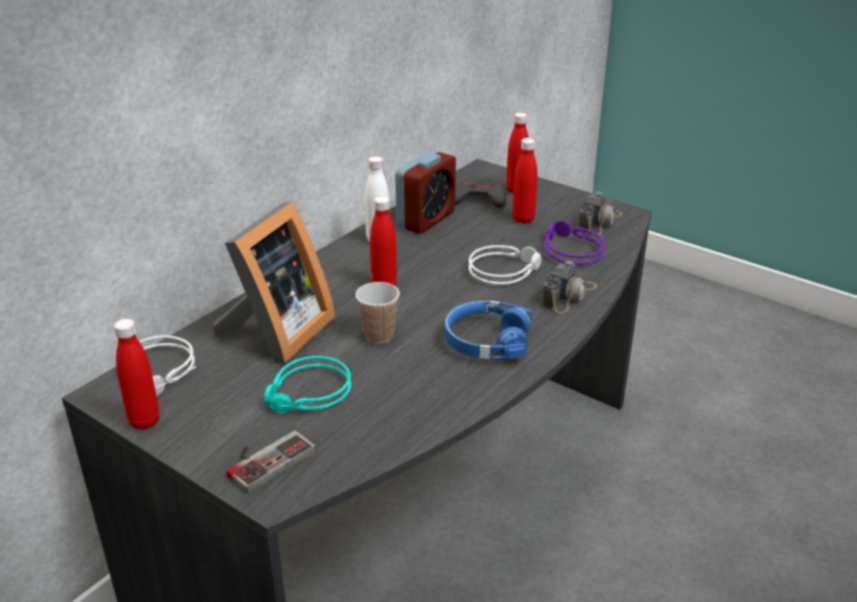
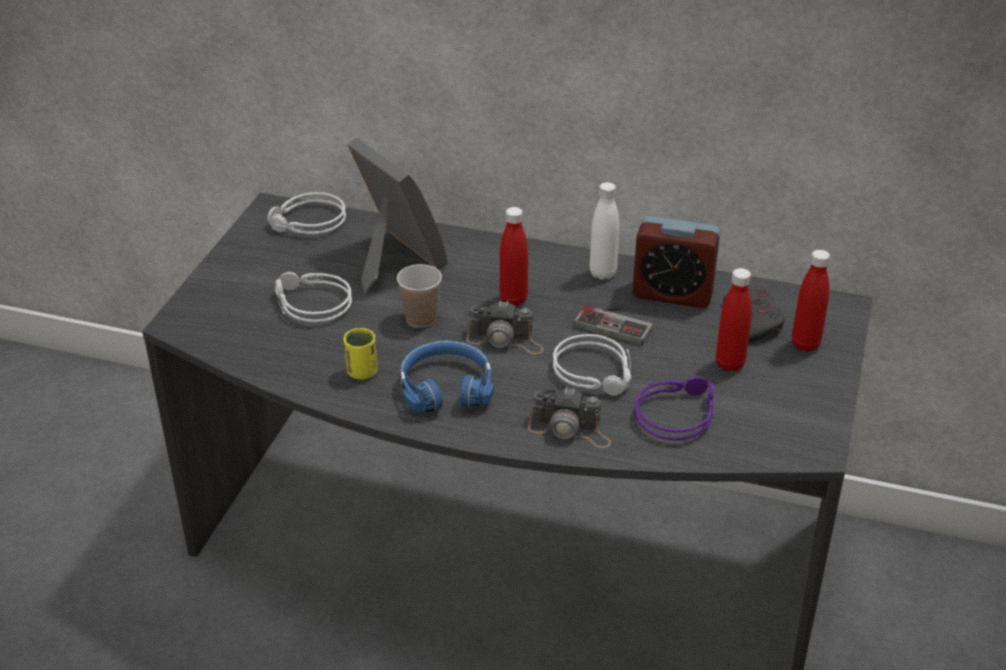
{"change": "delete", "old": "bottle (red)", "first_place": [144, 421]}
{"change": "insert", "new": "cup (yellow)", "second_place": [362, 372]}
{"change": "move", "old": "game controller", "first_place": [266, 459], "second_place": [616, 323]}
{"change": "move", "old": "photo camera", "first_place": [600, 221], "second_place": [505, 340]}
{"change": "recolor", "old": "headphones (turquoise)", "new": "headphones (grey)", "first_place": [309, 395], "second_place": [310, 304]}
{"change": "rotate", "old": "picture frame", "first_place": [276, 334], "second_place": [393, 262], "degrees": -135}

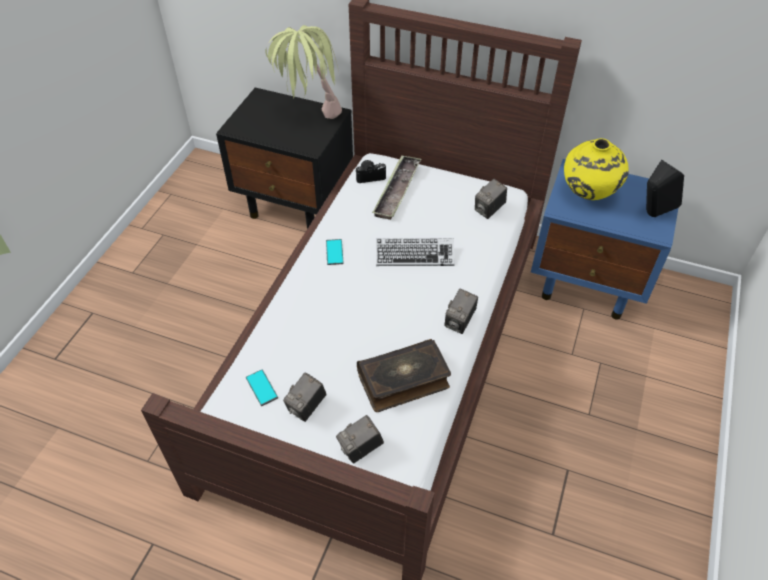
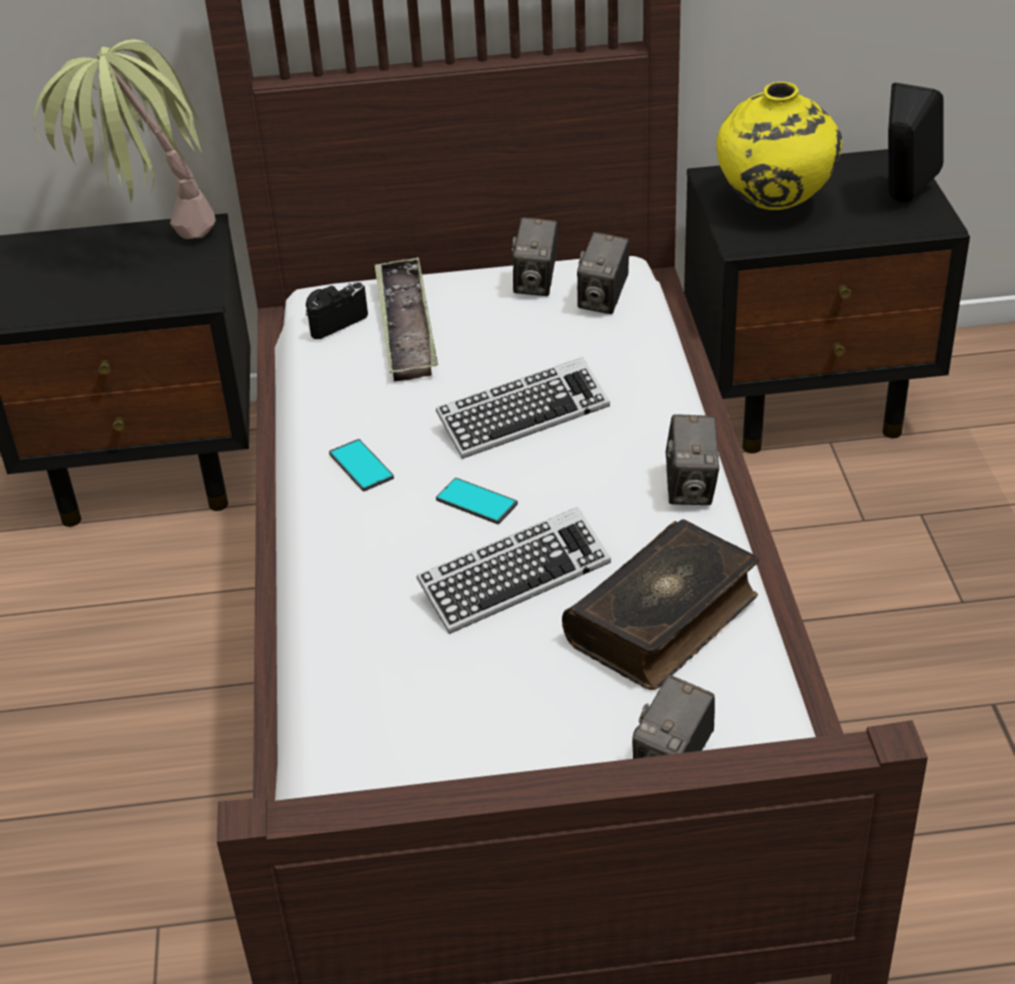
{"change": "insert", "new": "keyboard", "second_place": [514, 578]}
{"change": "move", "old": "phone", "first_place": [262, 388], "second_place": [476, 502]}
{"change": "move", "old": "photo camera", "first_place": [307, 407], "second_place": [536, 283]}
{"change": "recolor", "old": "nightstand (blue)", "new": "nightstand (black)", "first_place": [588, 283], "second_place": [808, 400]}

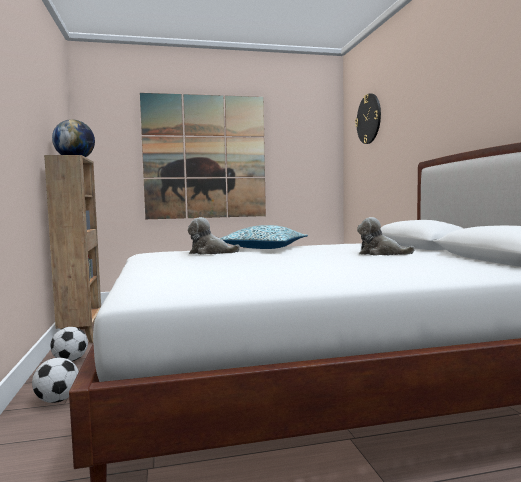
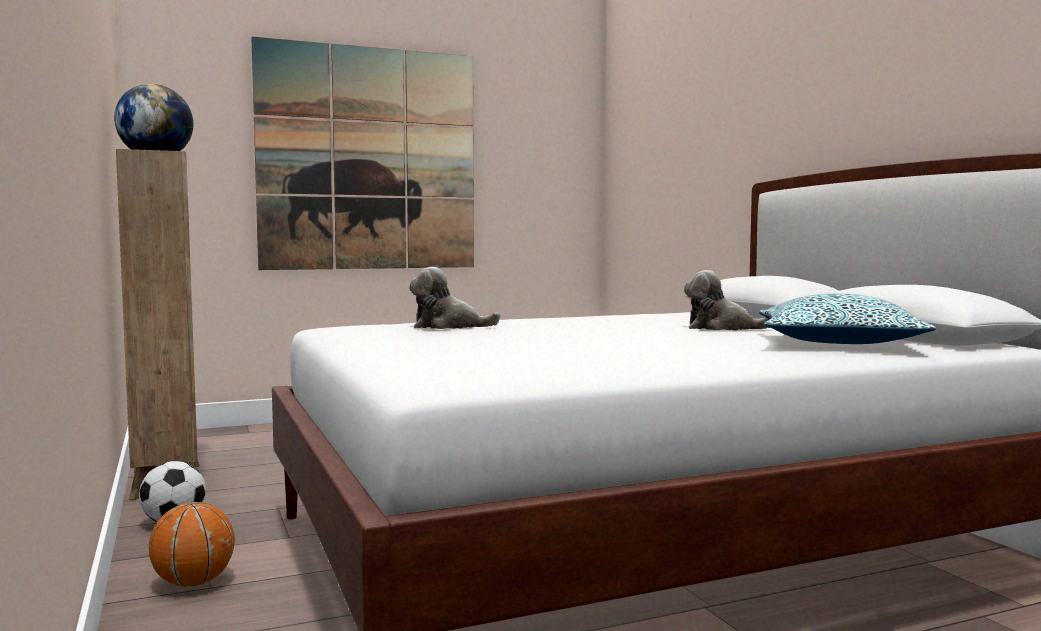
{"change": "delete", "old": "wall clock", "first_place": [369, 119]}
{"change": "move", "old": "pillow", "first_place": [263, 249], "second_place": [838, 344]}
{"change": "replace", "old": "football", "new": "basketball", "first_place": [57, 400], "second_place": [193, 583]}

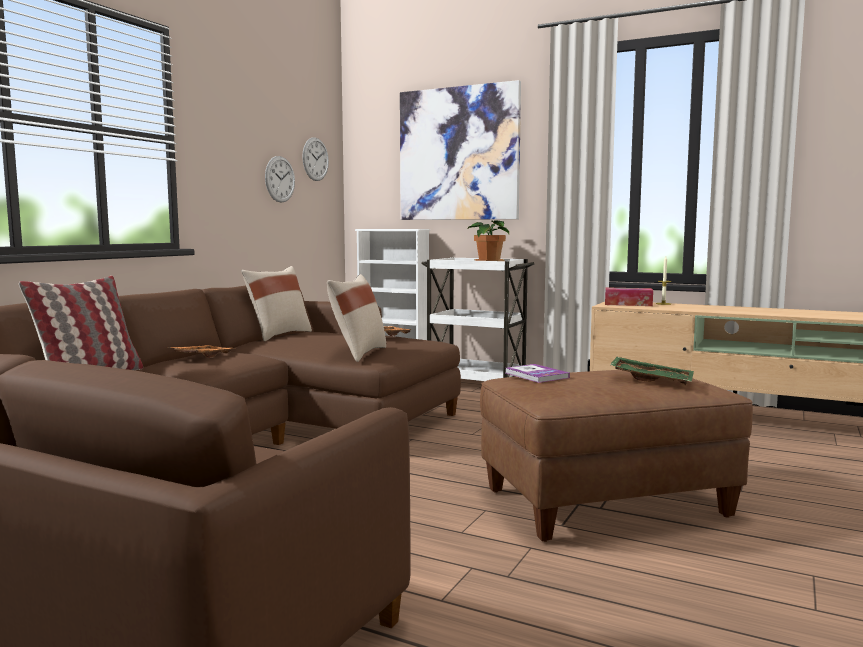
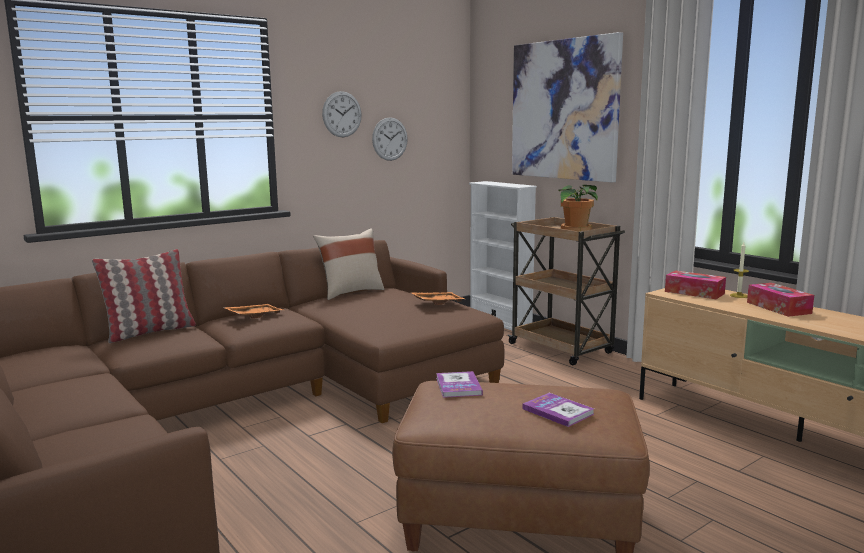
{"change": "delete", "old": "pillow (beige)", "first_place": [358, 353]}
{"change": "insert", "new": "tissue box", "second_place": [778, 308]}
{"change": "move", "old": "wall clock", "first_place": [315, 159], "second_place": [342, 114]}
{"change": "replace", "old": "tray (green)", "new": "book", "first_place": [651, 379], "second_place": [558, 411]}
{"change": "recolor", "old": "cart (white)", "new": "cart (brown)", "first_place": [476, 384], "second_place": [562, 349]}

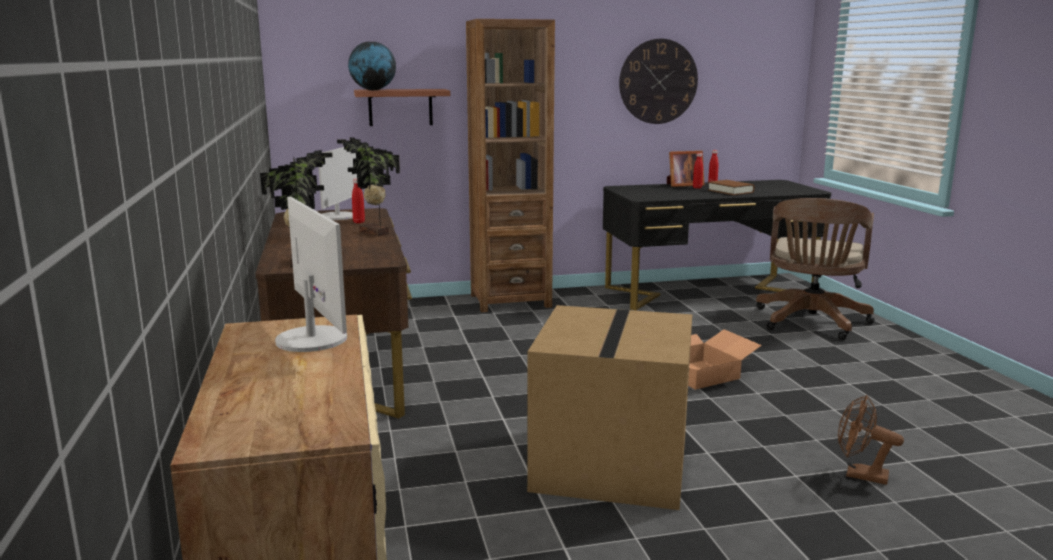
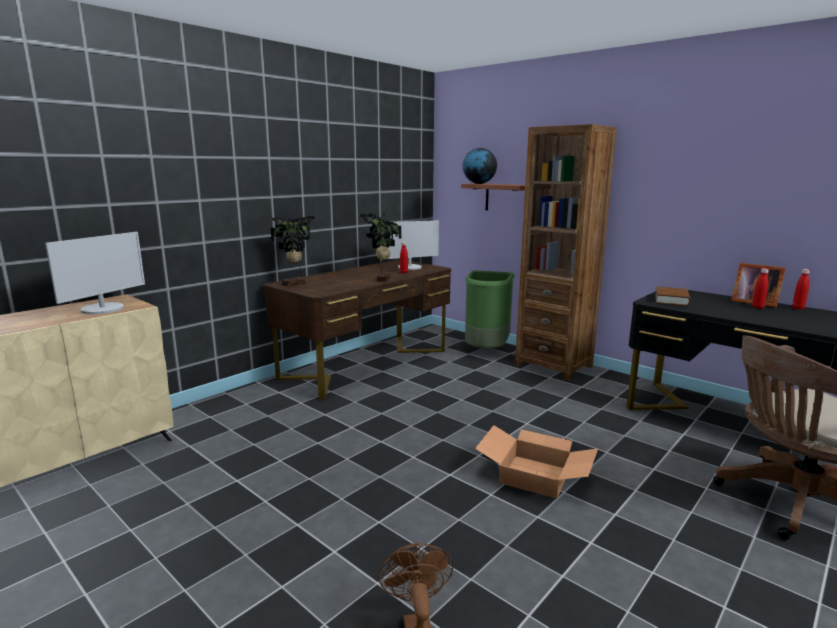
{"change": "delete", "old": "cardboard box", "first_place": [609, 462]}
{"change": "delete", "old": "wall clock", "first_place": [658, 81]}
{"change": "insert", "new": "trash can (green)", "second_place": [486, 351]}
{"change": "move", "old": "book (brown)", "first_place": [730, 191], "second_place": [671, 300]}

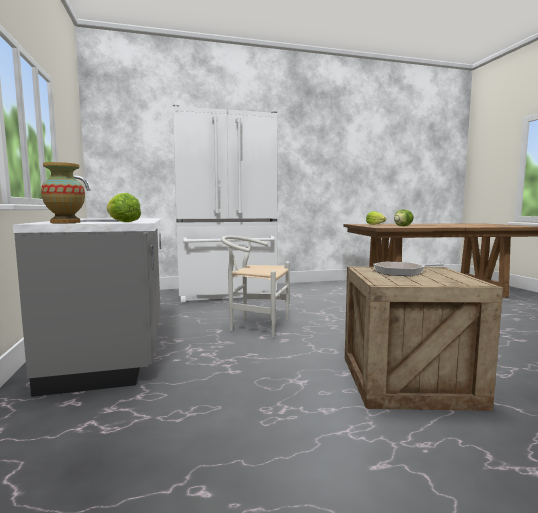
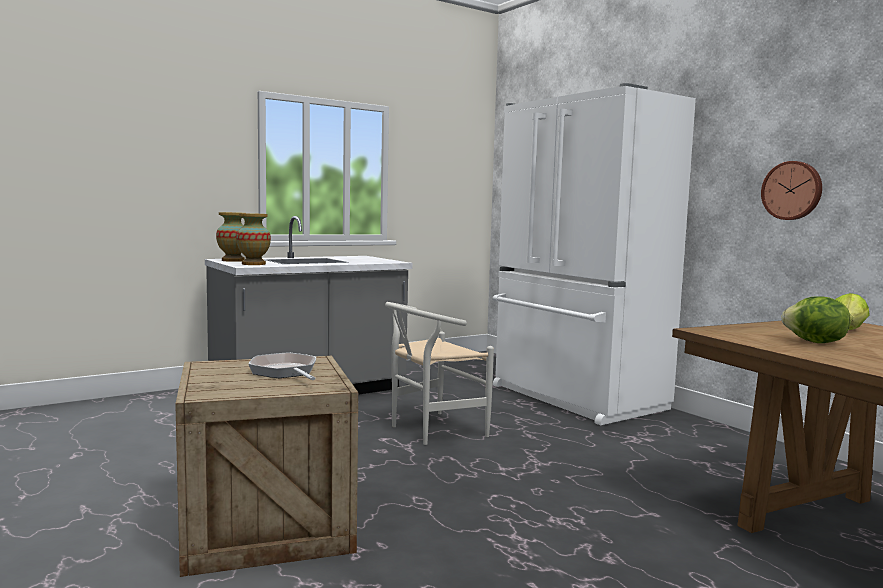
{"change": "insert", "new": "wall clock", "second_place": [792, 190]}
{"change": "replace", "old": "lettuce", "new": "vase", "first_place": [122, 222], "second_place": [253, 264]}
{"change": "rotate", "old": "chair (white)", "first_place": [255, 325], "second_place": [430, 430], "degrees": -120}

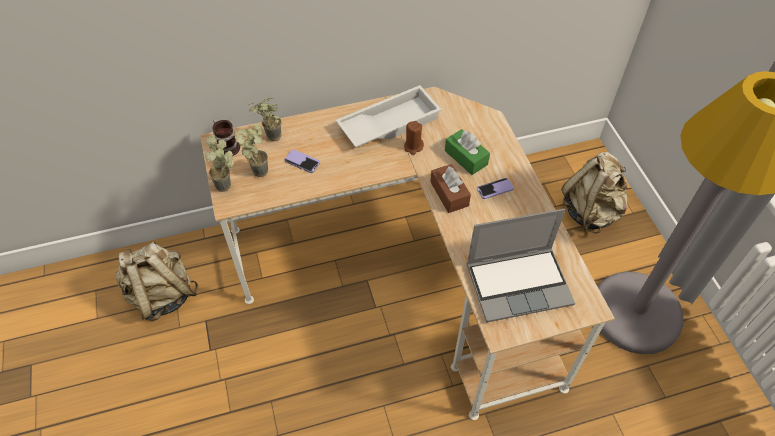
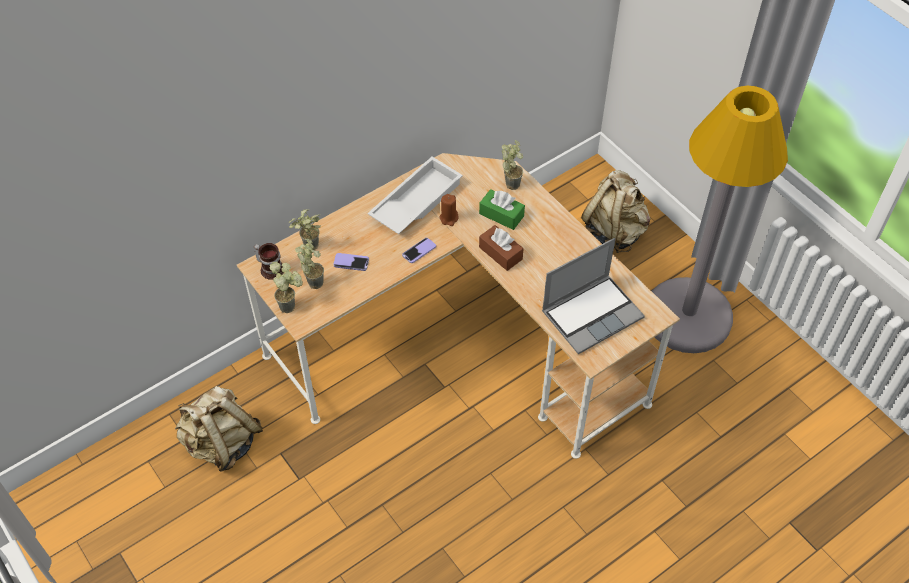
{"change": "insert", "new": "potted plant", "second_place": [511, 182]}
{"change": "move", "old": "phone", "first_place": [495, 189], "second_place": [419, 251]}

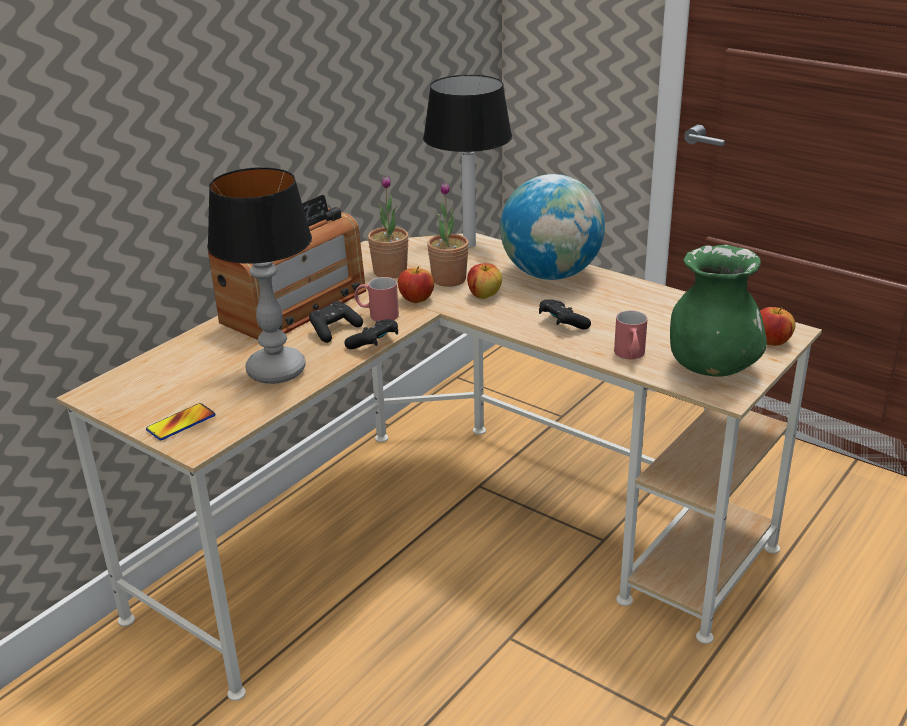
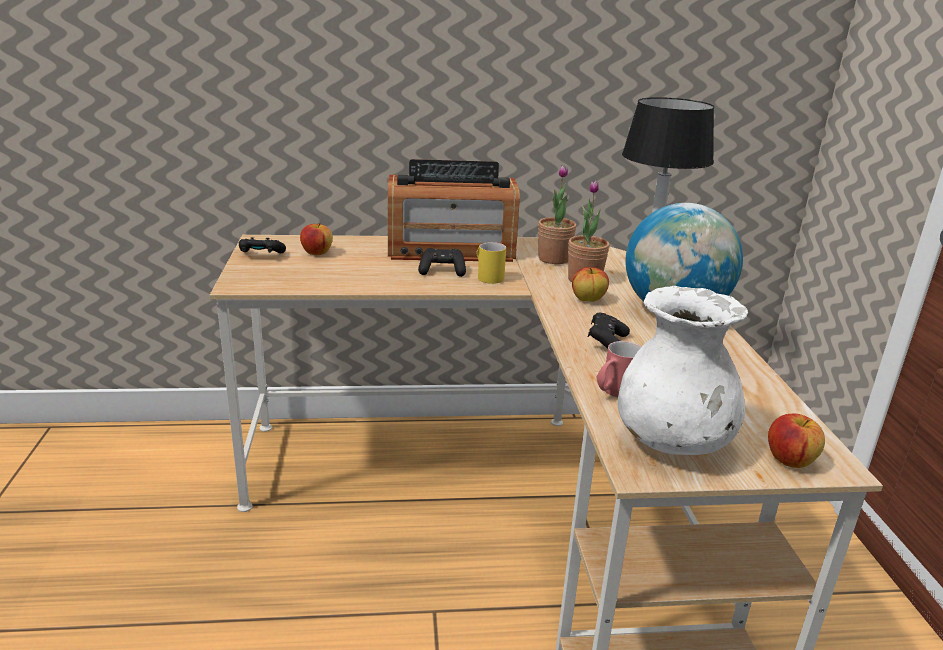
{"change": "delete", "old": "phone", "first_place": [181, 423]}
{"change": "delete", "old": "table lamp", "first_place": [276, 370]}
{"change": "move", "old": "game controller (black)", "first_place": [374, 344], "second_place": [261, 256]}
{"change": "move", "old": "apple", "first_place": [416, 299], "second_place": [317, 253]}
{"change": "recolor", "old": "mug (red)", "new": "mug (yellow)", "first_place": [377, 315], "second_place": [487, 276]}
{"change": "recolor", "old": "vase (green)", "new": "vase (white)", "first_place": [711, 367], "second_place": [672, 442]}

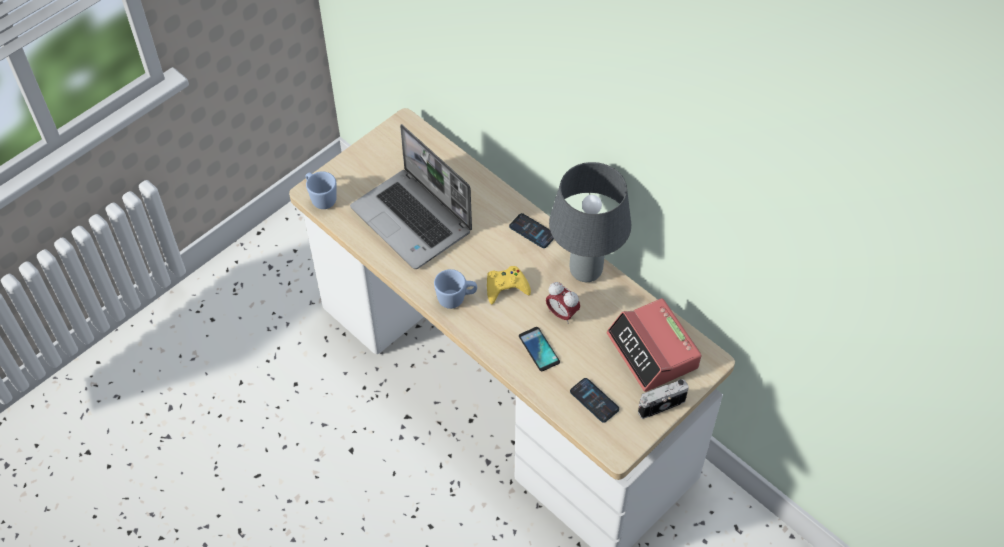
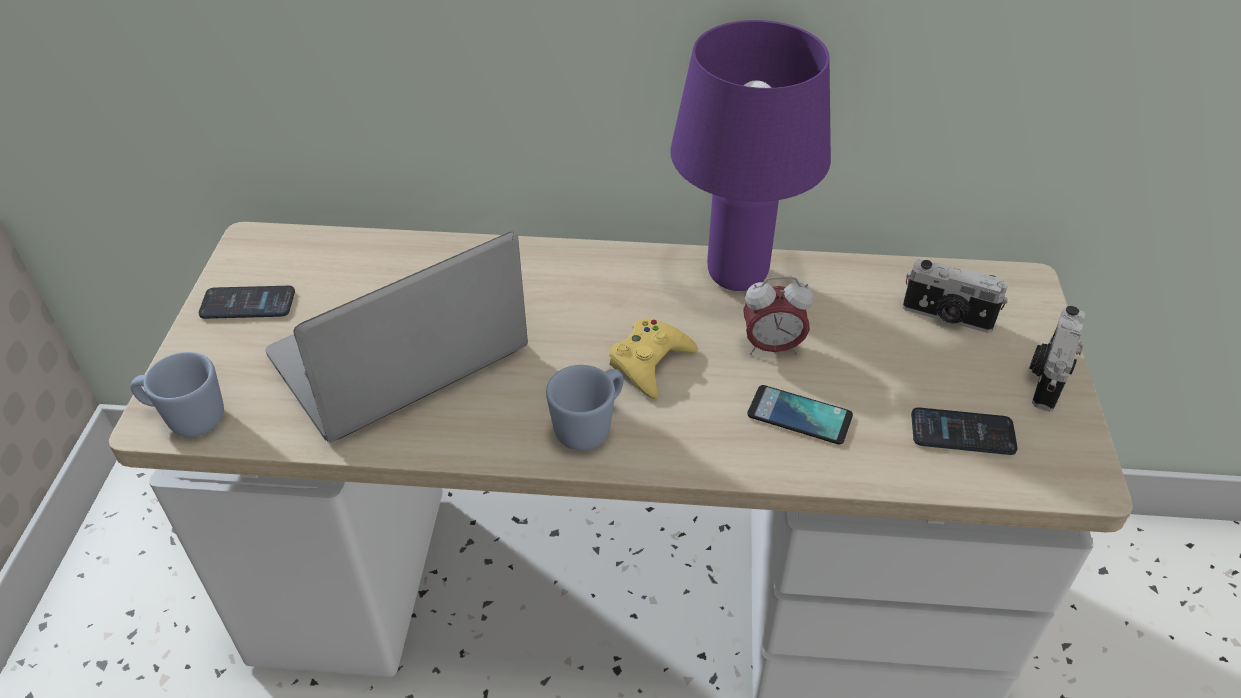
{"change": "move", "old": "phone", "first_place": [532, 231], "second_place": [248, 304]}
{"change": "replace", "old": "alarm clock", "new": "photo camera", "first_place": [653, 351], "second_place": [947, 317]}
{"change": "recolor", "old": "table lamp (grey)", "new": "table lamp (purple)", "first_place": [586, 272], "second_place": [738, 276]}
{"change": "rotate", "old": "laptop", "first_place": [413, 220], "second_place": [397, 358], "degrees": 135}

